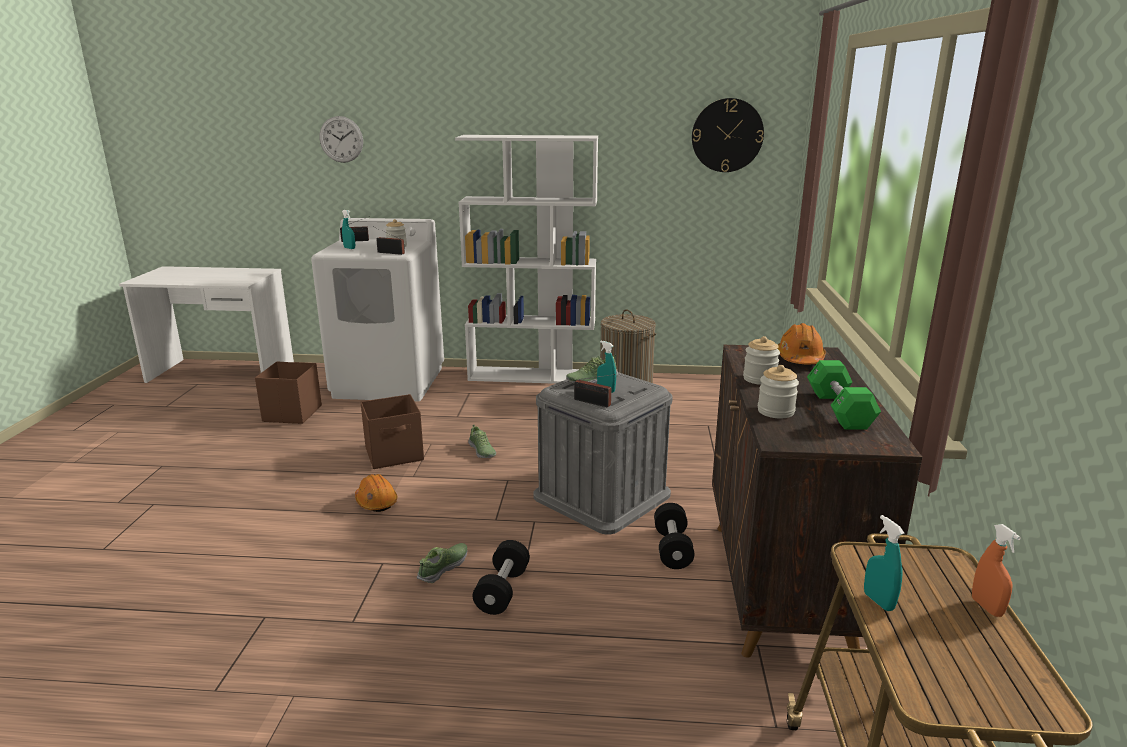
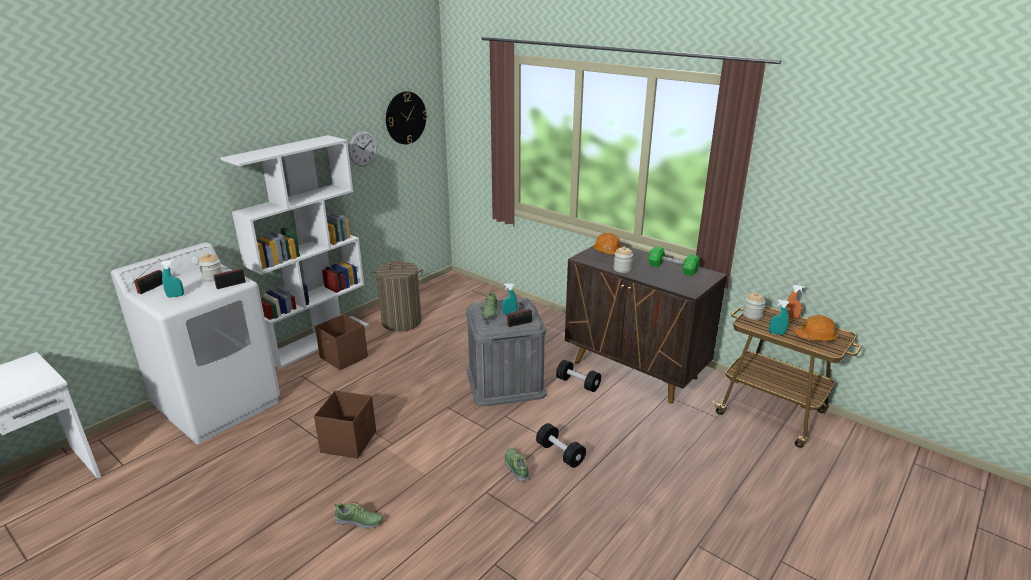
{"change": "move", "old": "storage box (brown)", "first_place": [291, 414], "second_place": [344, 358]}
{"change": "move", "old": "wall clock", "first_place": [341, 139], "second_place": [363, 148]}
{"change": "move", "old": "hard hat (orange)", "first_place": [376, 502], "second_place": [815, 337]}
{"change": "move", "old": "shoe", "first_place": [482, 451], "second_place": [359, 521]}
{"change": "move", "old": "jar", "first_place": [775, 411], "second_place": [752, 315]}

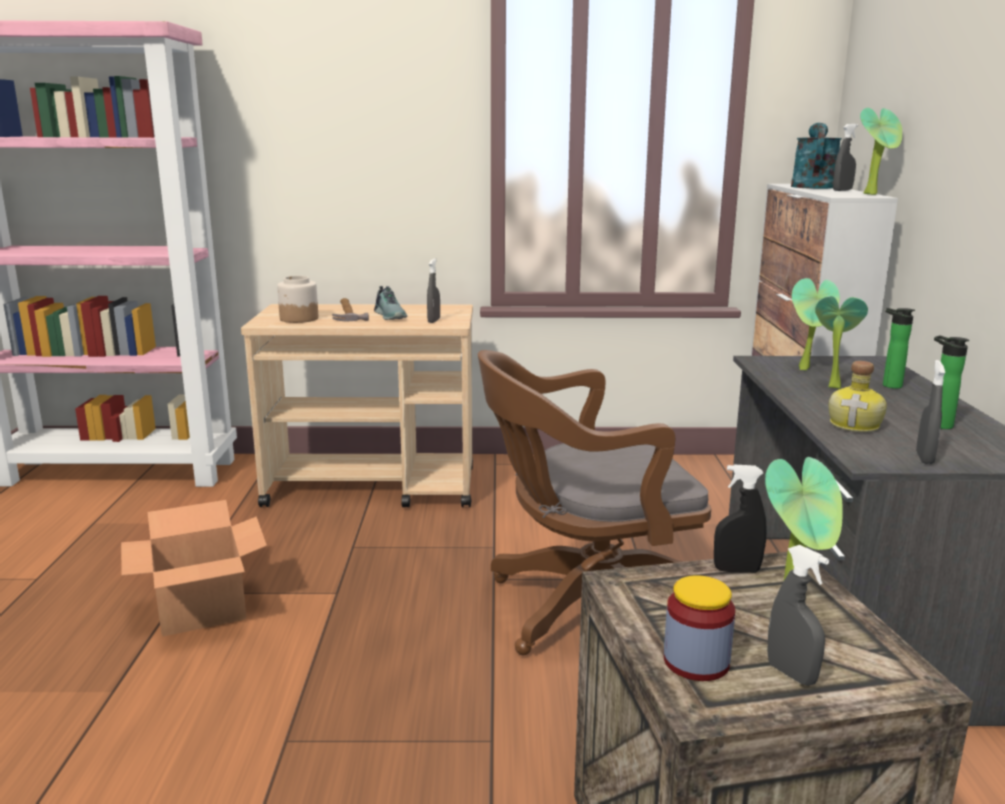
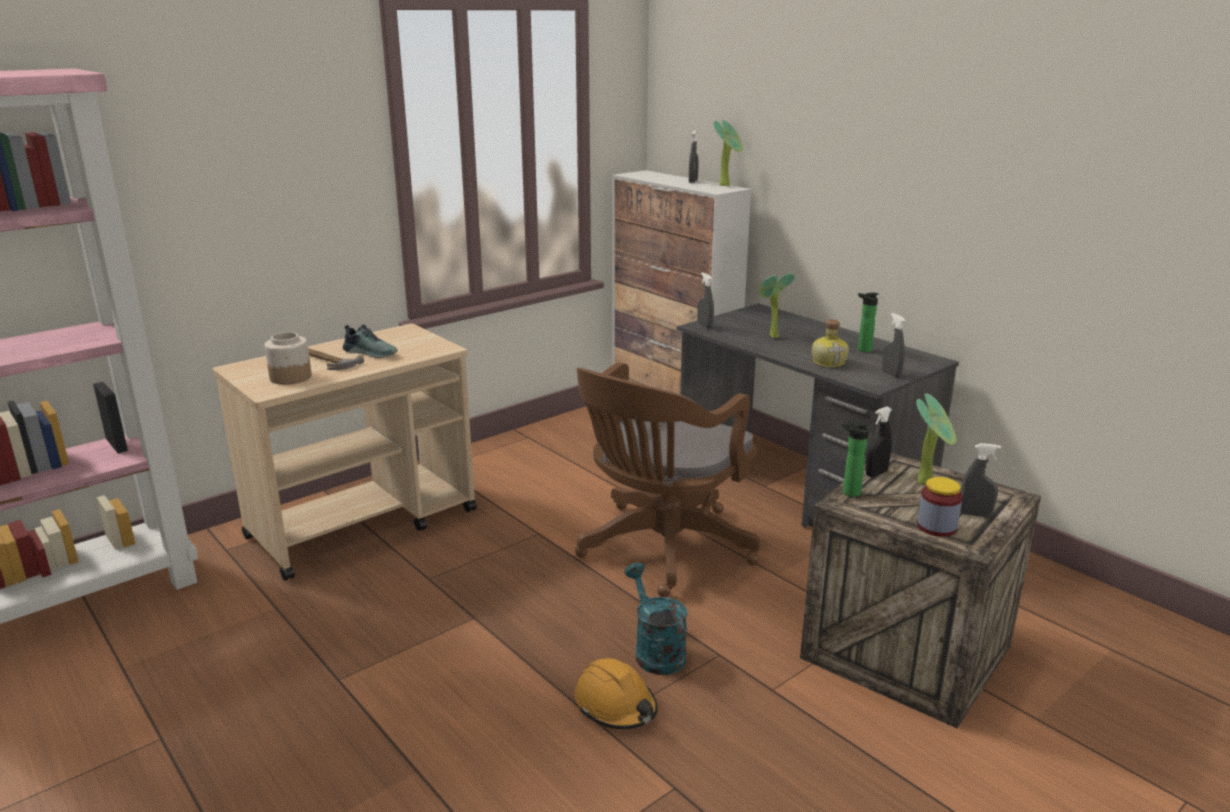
{"change": "delete", "old": "cardboard box", "first_place": [203, 608]}
{"change": "delete", "old": "potted plant", "first_place": [807, 369]}
{"change": "insert", "new": "hard hat (orange)", "second_place": [616, 705]}
{"change": "move", "old": "spray bottle (grey)", "first_place": [434, 321], "second_place": [704, 326]}
{"change": "move", "old": "watering can (turquoise)", "first_place": [812, 186], "second_place": [655, 650]}
{"change": "move", "old": "bottle", "first_place": [888, 385], "second_place": [848, 493]}

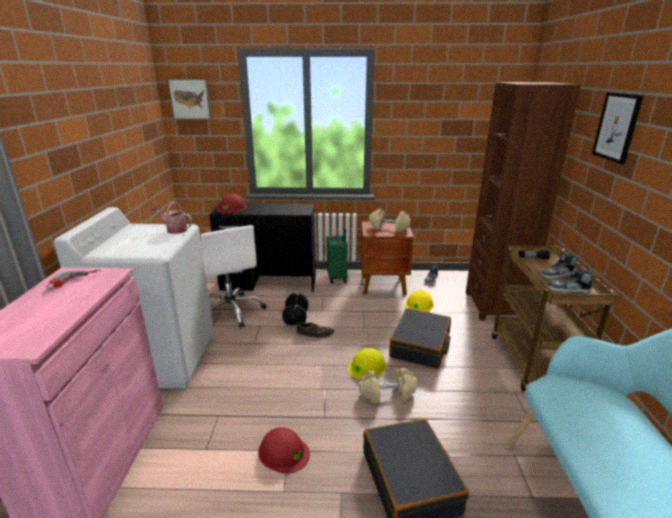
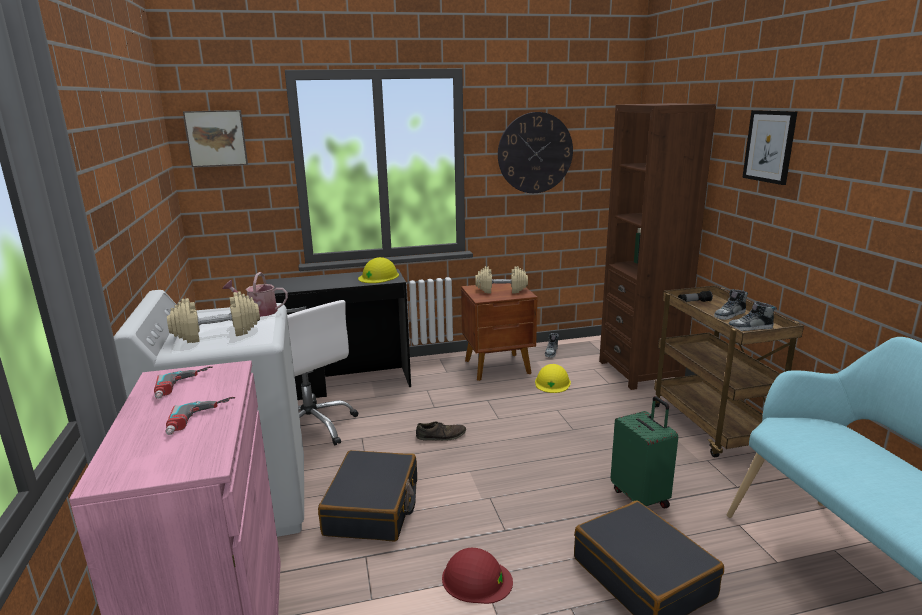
{"change": "delete", "old": "hard hat (red)", "first_place": [232, 208]}
{"change": "delete", "old": "dumbbell (black)", "first_place": [295, 316]}
{"change": "insert", "new": "power drill", "second_place": [201, 420]}
{"change": "insert", "new": "wall clock", "second_place": [535, 153]}
{"change": "move", "old": "suitcase (green)", "first_place": [337, 277], "second_place": [641, 497]}
{"change": "move", "old": "hard hat (yellow)", "first_place": [367, 366], "second_place": [378, 276]}
{"change": "move", "old": "dumbbell (beige)", "first_place": [387, 394], "second_place": [217, 333]}
{"change": "move", "old": "suitcase (black)", "first_place": [420, 346], "second_place": [373, 508]}

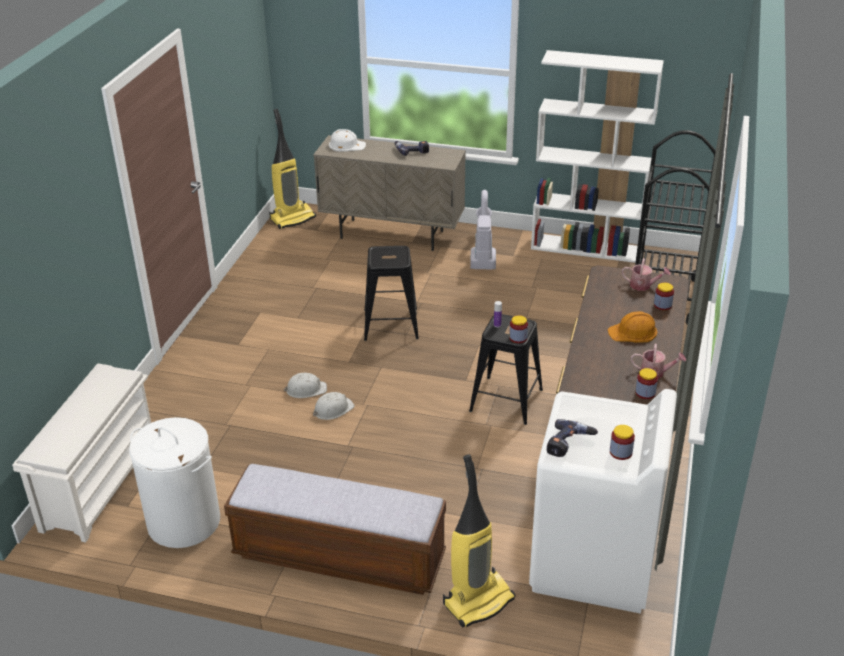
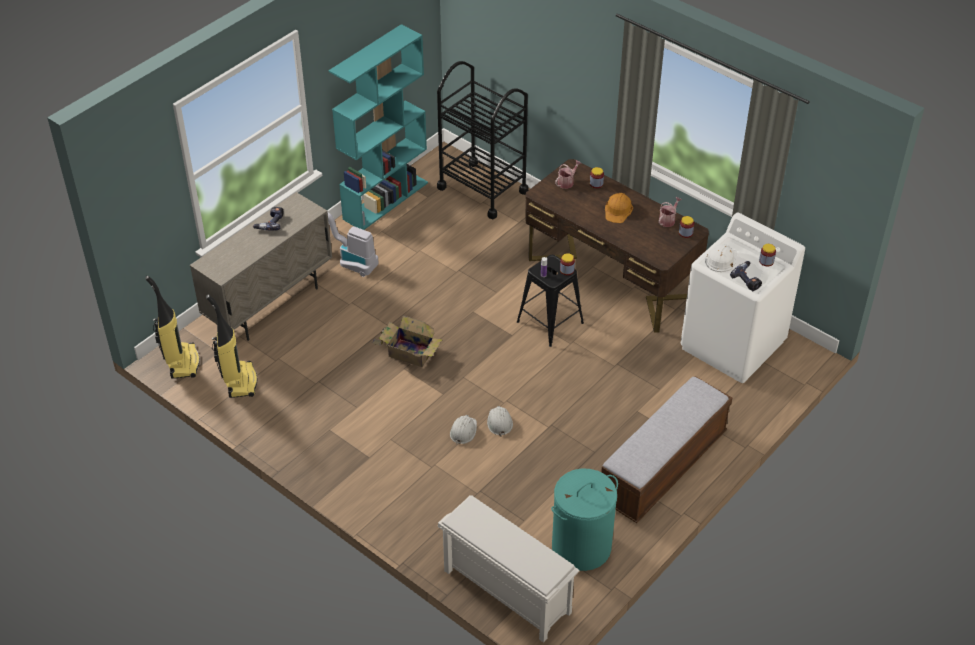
{"change": "move", "old": "hard hat (white)", "first_place": [346, 145], "second_place": [721, 259]}
{"change": "move", "old": "vacuum cleaner", "first_place": [478, 600], "second_place": [239, 381]}
{"change": "replace", "old": "stool (black)", "new": "cardboard box", "first_place": [390, 324], "second_place": [409, 352]}
{"change": "recolor", "old": "laundry basket (white)", "new": "laundry basket (turquoise)", "first_place": [184, 522], "second_place": [581, 546]}
{"change": "recolor", "old": "bookcase (white)", "new": "bookcase (turquoise)", "first_place": [586, 248], "second_place": [385, 200]}

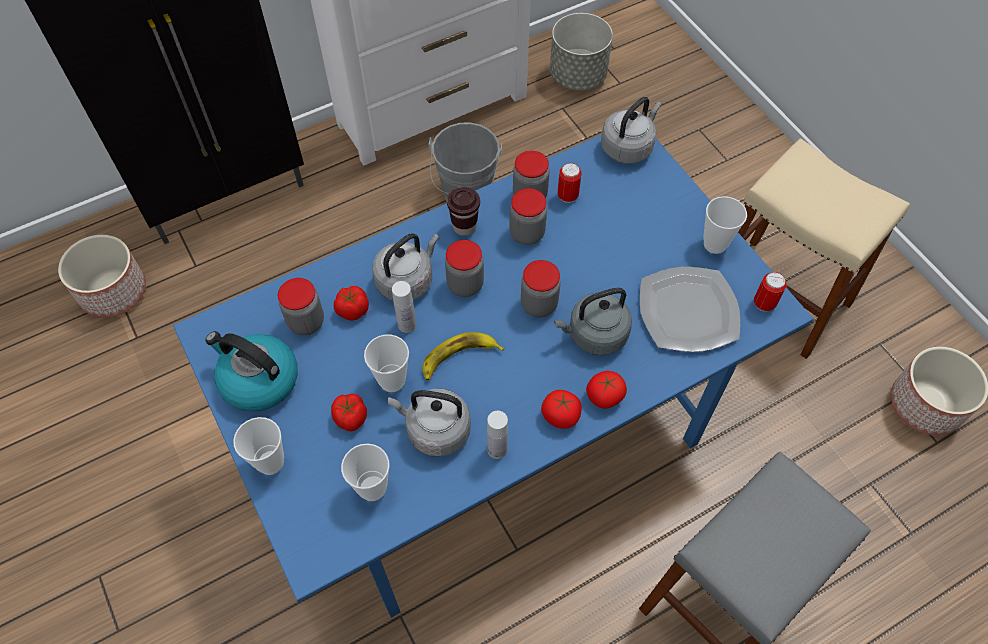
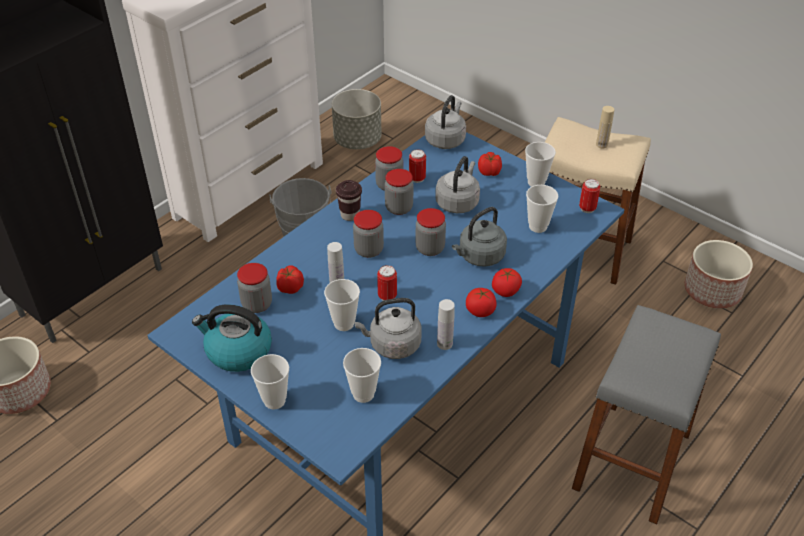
{"change": "insert", "new": "bottle (beige)", "second_place": [602, 144]}
{"change": "move", "old": "tomato", "first_place": [351, 419], "second_place": [489, 172]}
{"change": "move", "old": "kettle (grey)", "first_place": [407, 280], "second_place": [458, 202]}
{"change": "replace", "old": "banana", "new": "can", "first_place": [458, 358], "second_place": [387, 296]}
{"change": "replace", "old": "plate", "new": "cup", "first_place": [687, 312], "second_place": [538, 226]}

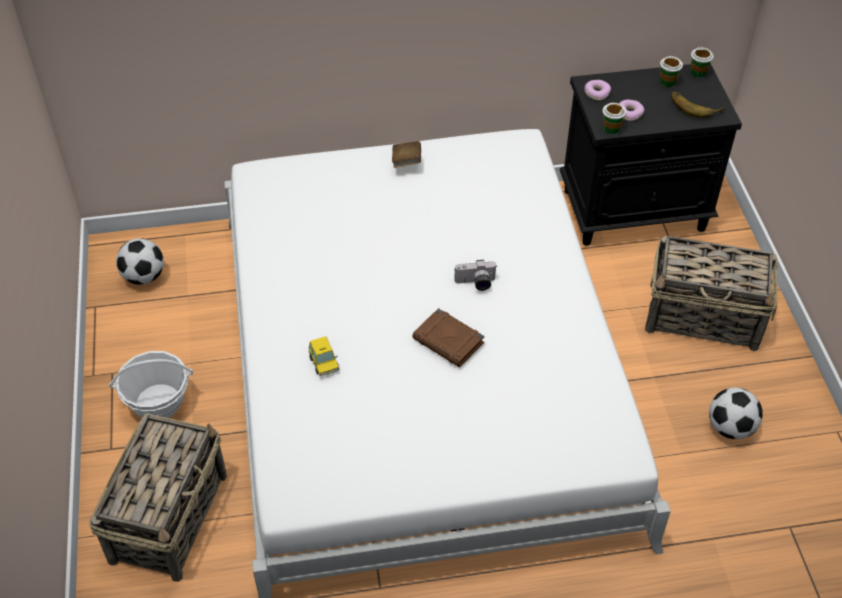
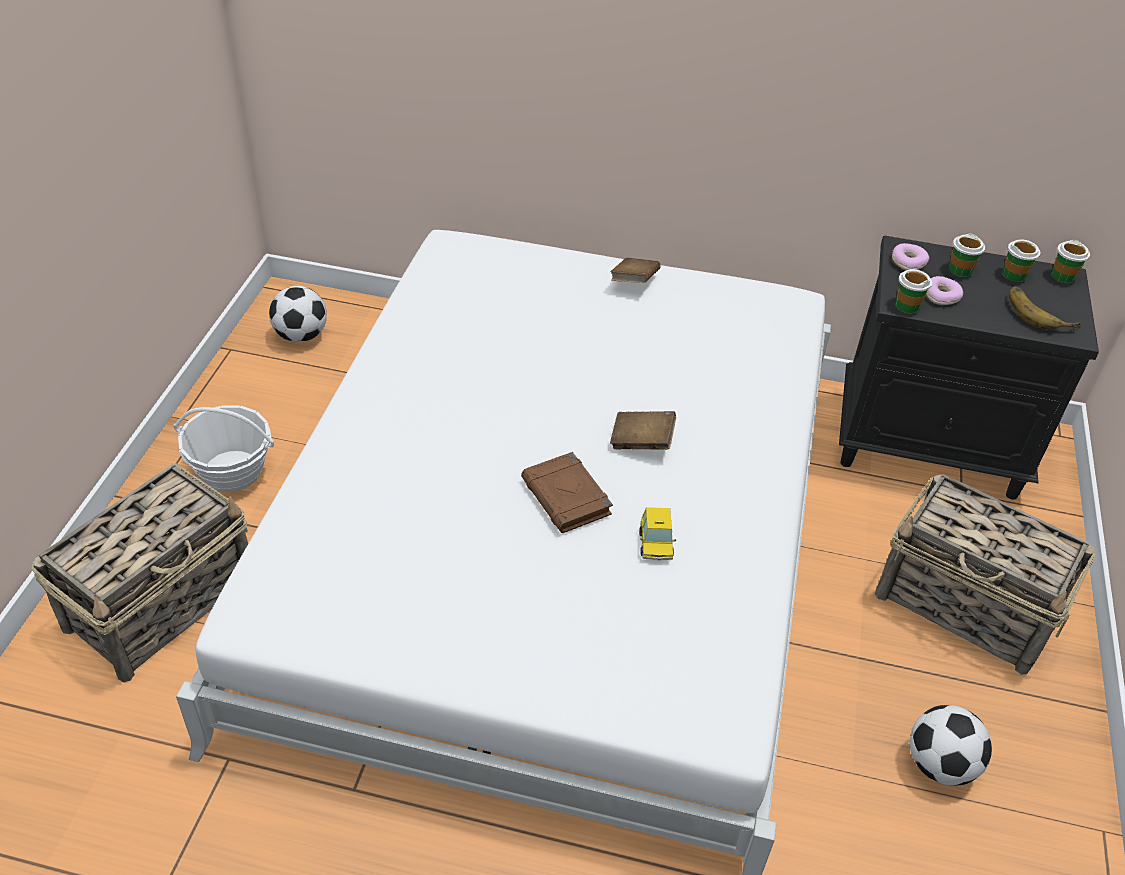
{"change": "insert", "new": "cup", "second_place": [960, 270]}
{"change": "move", "old": "toy car", "first_place": [324, 363], "second_place": [655, 544]}
{"change": "replace", "old": "photo camera", "new": "book (brown)", "first_place": [475, 283], "second_place": [641, 442]}

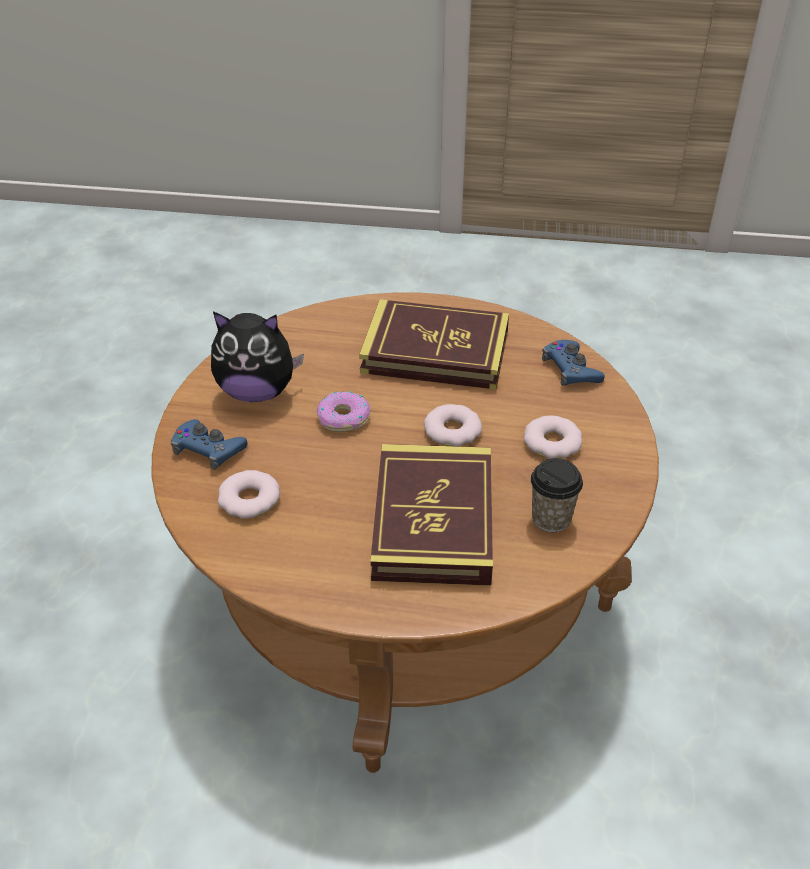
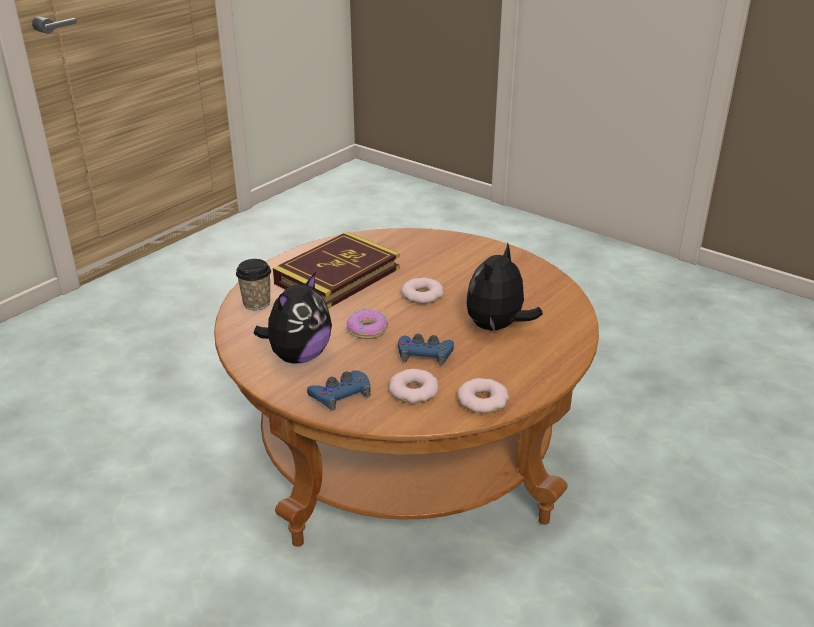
{"change": "move", "old": "donut", "first_place": [552, 442], "second_place": [482, 400]}
{"change": "move", "old": "cup", "first_place": [551, 518], "second_place": [256, 303]}
{"change": "move", "old": "game controller (blue)", "first_place": [571, 369], "second_place": [425, 354]}
{"change": "replace", "old": "book", "new": "plush toy", "first_place": [433, 520], "second_place": [497, 327]}

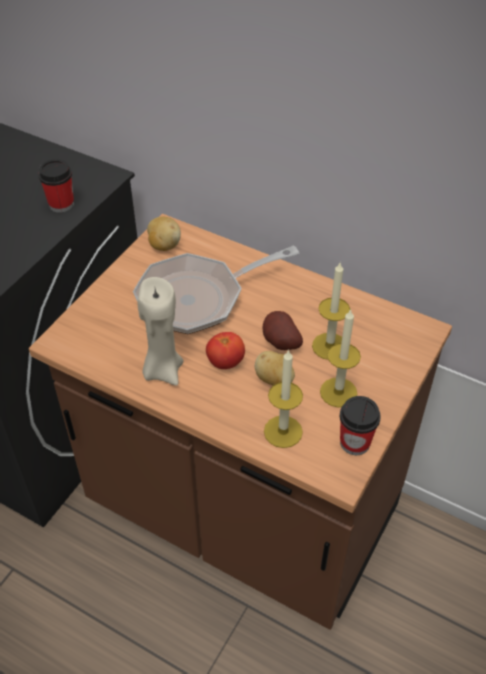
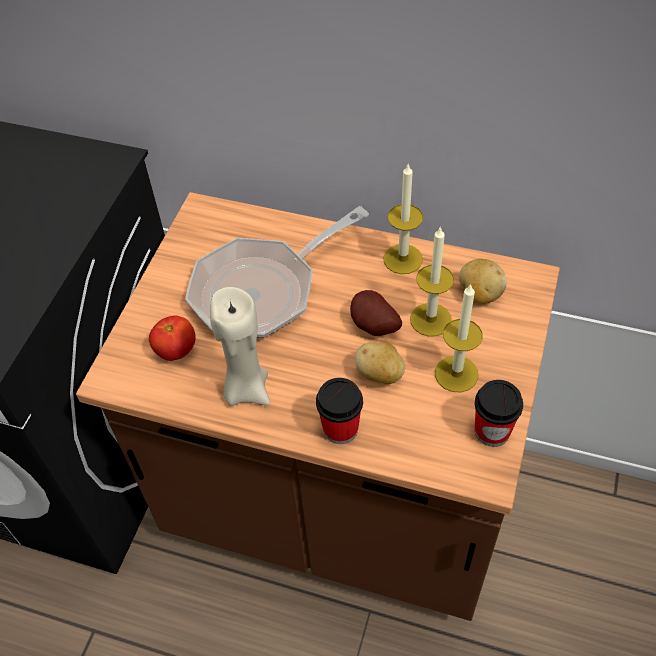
{"change": "move", "old": "cup", "first_place": [61, 204], "second_place": [340, 429]}
{"change": "move", "old": "potato", "first_place": [164, 245], "second_place": [479, 294]}
{"change": "move", "old": "tomato", "first_place": [225, 362], "second_place": [176, 350]}
{"change": "move", "old": "candle", "first_place": [283, 431], "second_place": [403, 259]}

